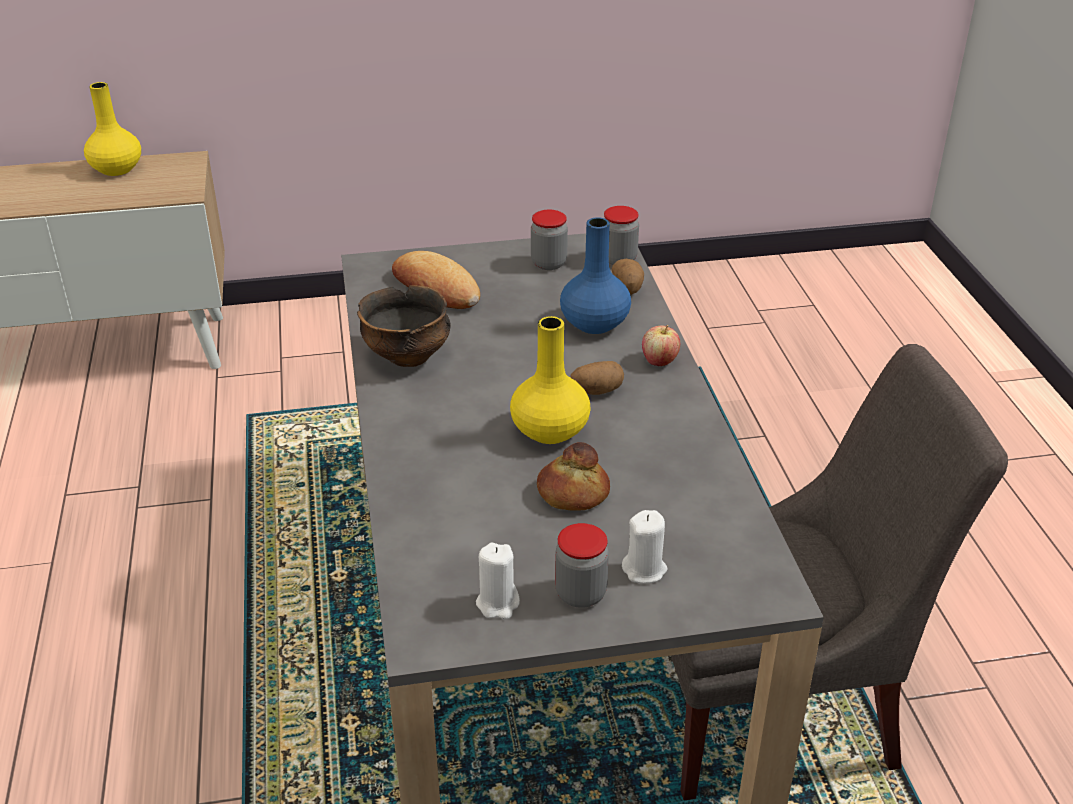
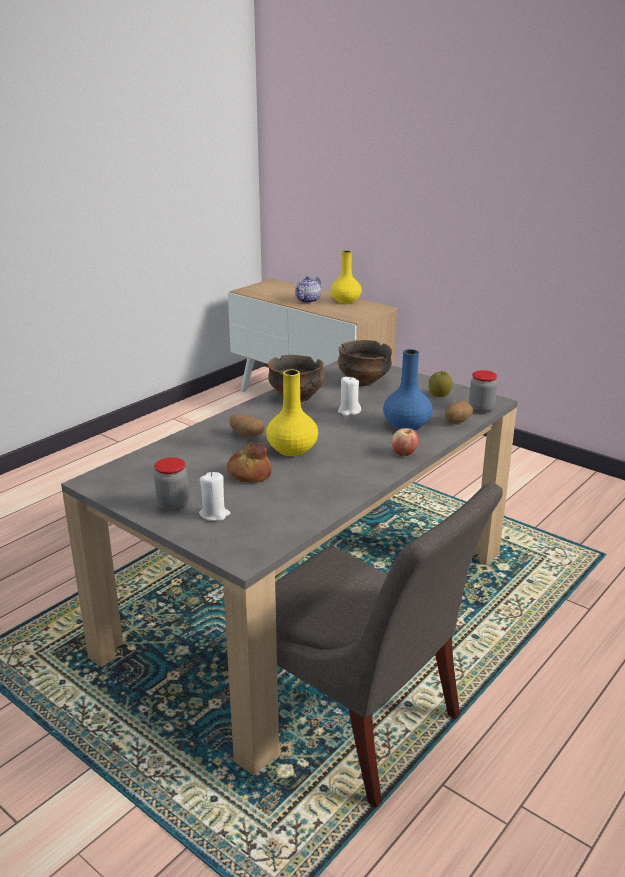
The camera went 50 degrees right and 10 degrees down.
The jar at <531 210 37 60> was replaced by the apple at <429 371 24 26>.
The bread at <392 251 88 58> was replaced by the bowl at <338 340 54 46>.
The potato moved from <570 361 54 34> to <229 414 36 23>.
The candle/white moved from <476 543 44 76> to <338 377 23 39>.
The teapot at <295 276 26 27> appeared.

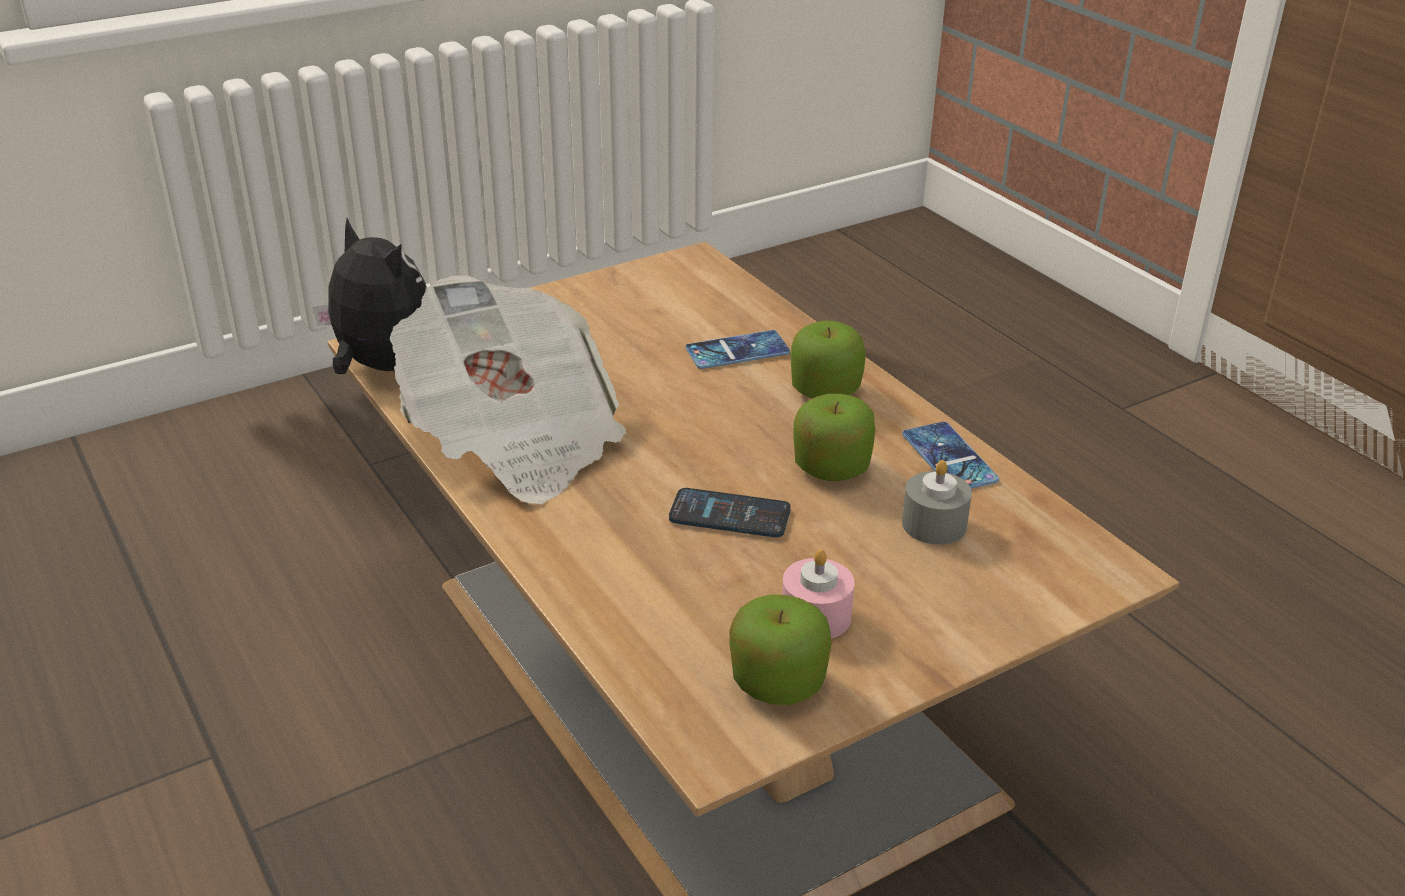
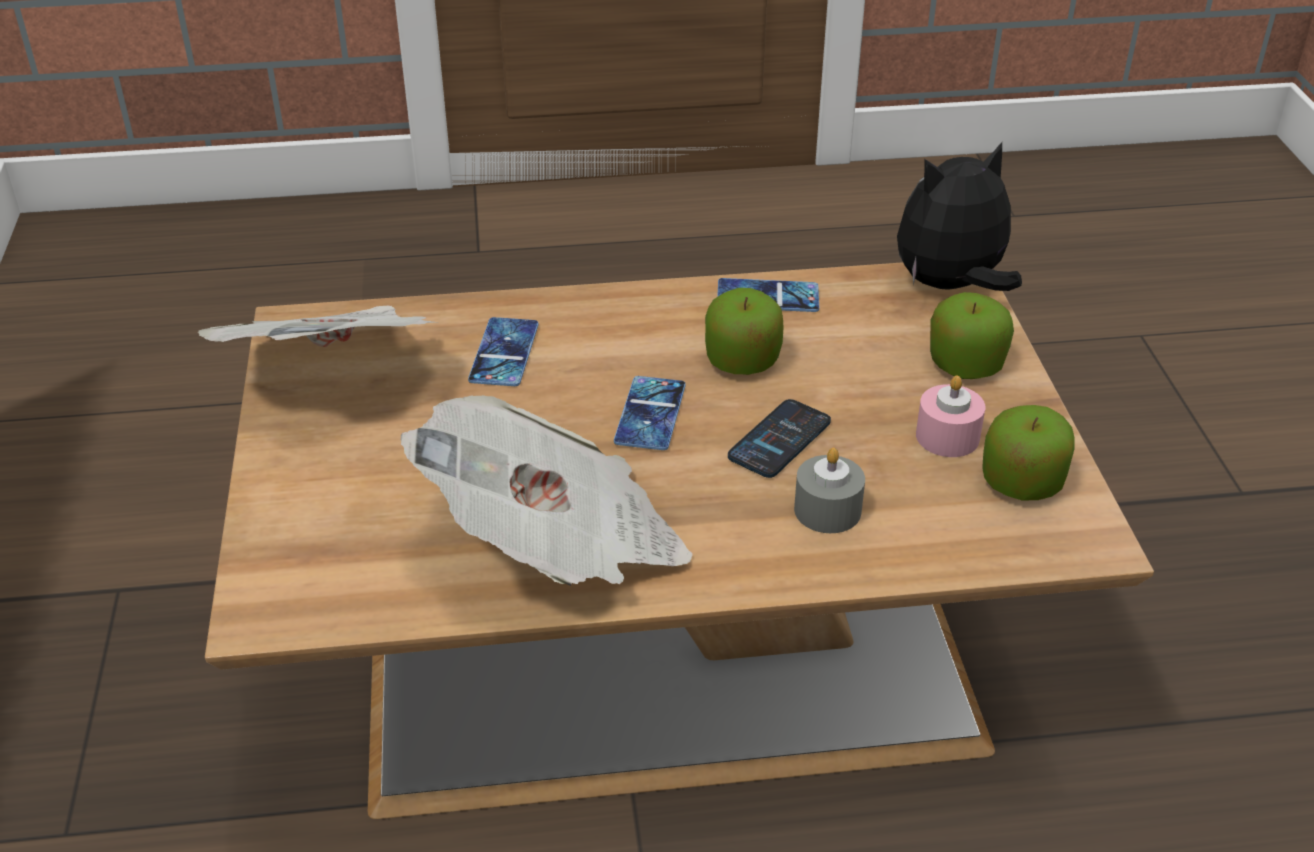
The camera went 65 degrees left and 5 degrees up.
The plush toy moved from <313 218 115 156> to <897 142 125 149>.
The apple moved from <791 321 75 78> to <930 292 84 87>.
The candle/grey moved from <902 460 70 85> to <794 448 71 85>.
The newspaper at <198 305 241 42> appeared.
The phone at <614 376 72 74> appeared.

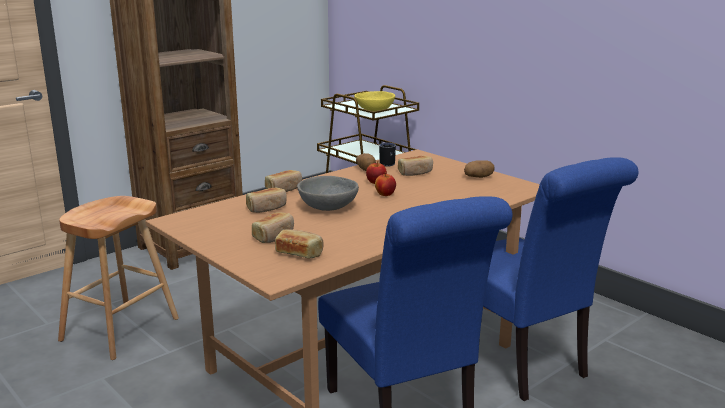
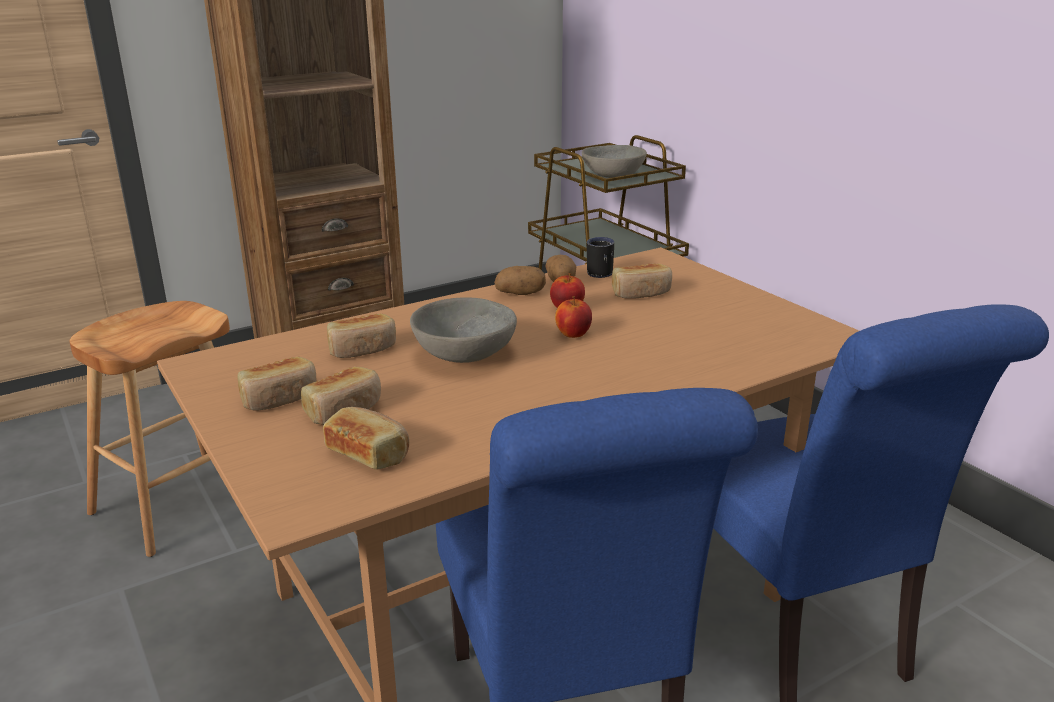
The camera went 10 degrees right and 5 degrees up.
The bowl/yellow at <354 91 41 20> became the bowl/grey at <582 145 65 33>.
The potato moved from <464 160 30 18> to <494 266 52 29>.
The bread moved from <265 170 37 22> to <237 357 80 54>.

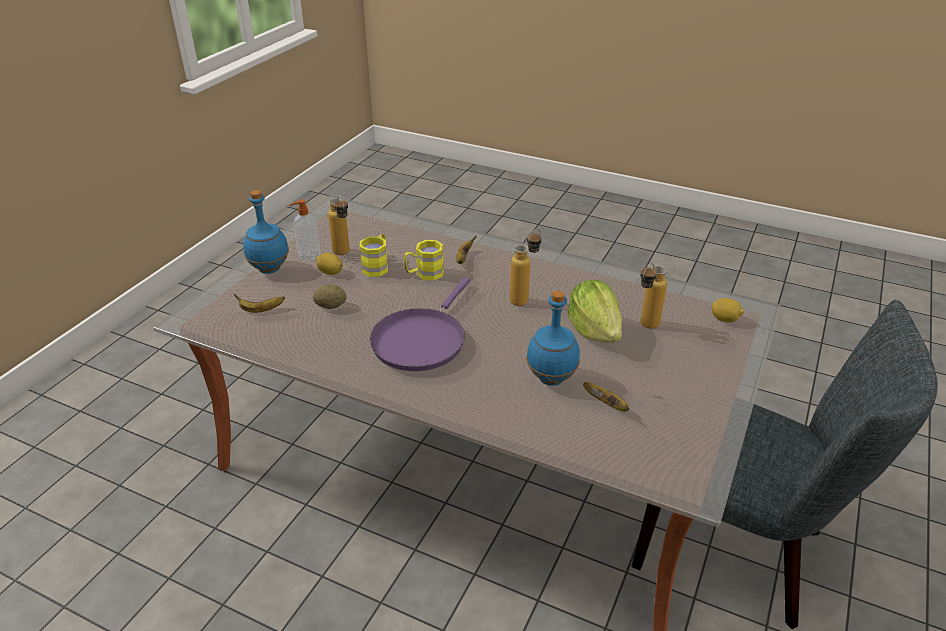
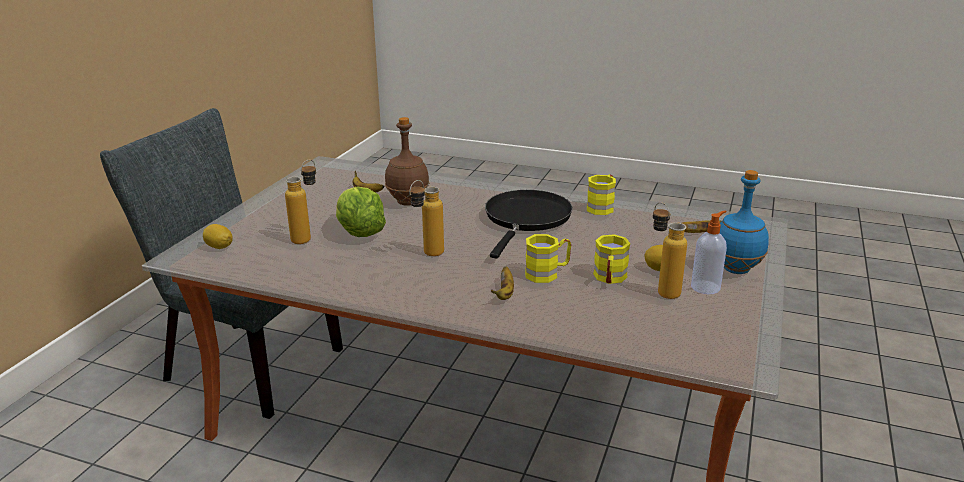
The camera went 175 degrees right and 10 degrees down.
The frying pan/purple at <370 277 100 94> became the frying pan/black at <485 190 88 69>.
The potato at <313 284 34 25> disappeared.
The bottle/blue at <526 290 54 96> became the bottle/brown at <385 117 44 89>.
The mug/yellow at <587 175 29 40> appeared.

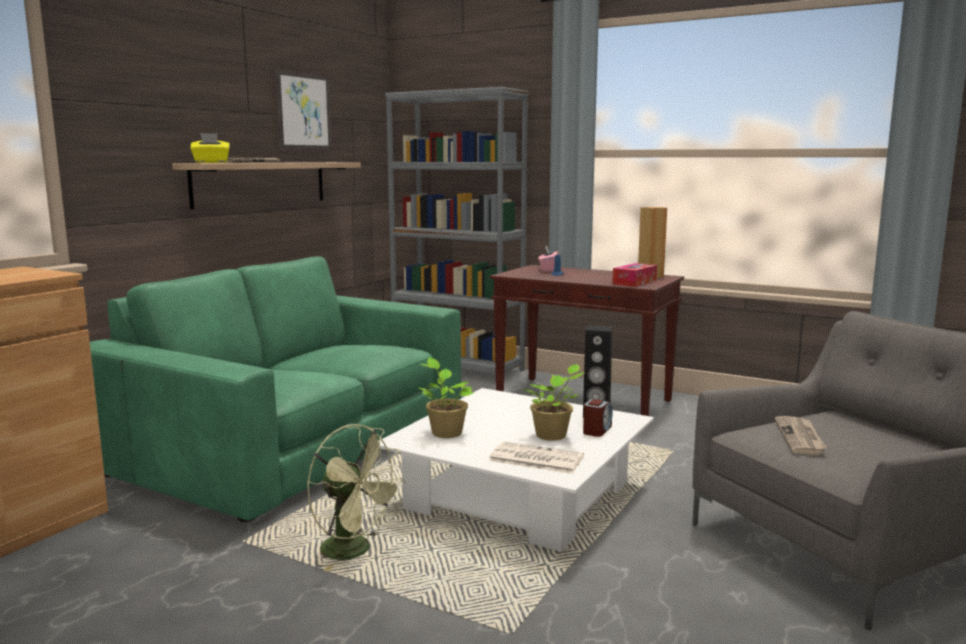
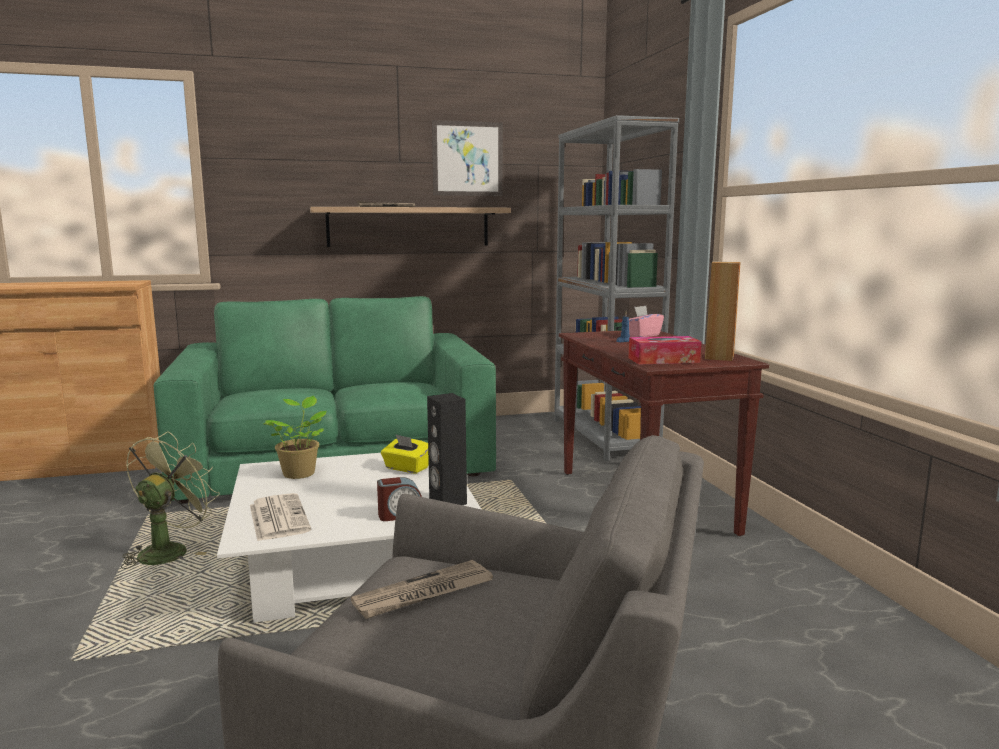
The camera went 45 degrees right and 0 degrees up.
The tissue box/yellow moved from <190 133 40 30> to <381 434 48 40>.
The potted plant at <523 364 61 77> disappeared.
The fan/green at <307 424 99 148> turned 150 degrees counterclockwise.

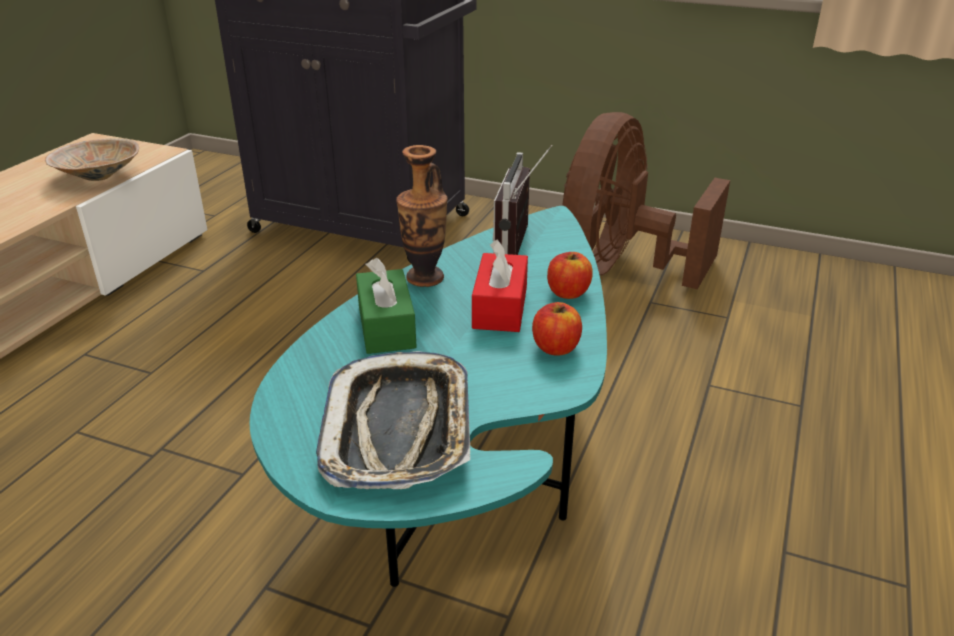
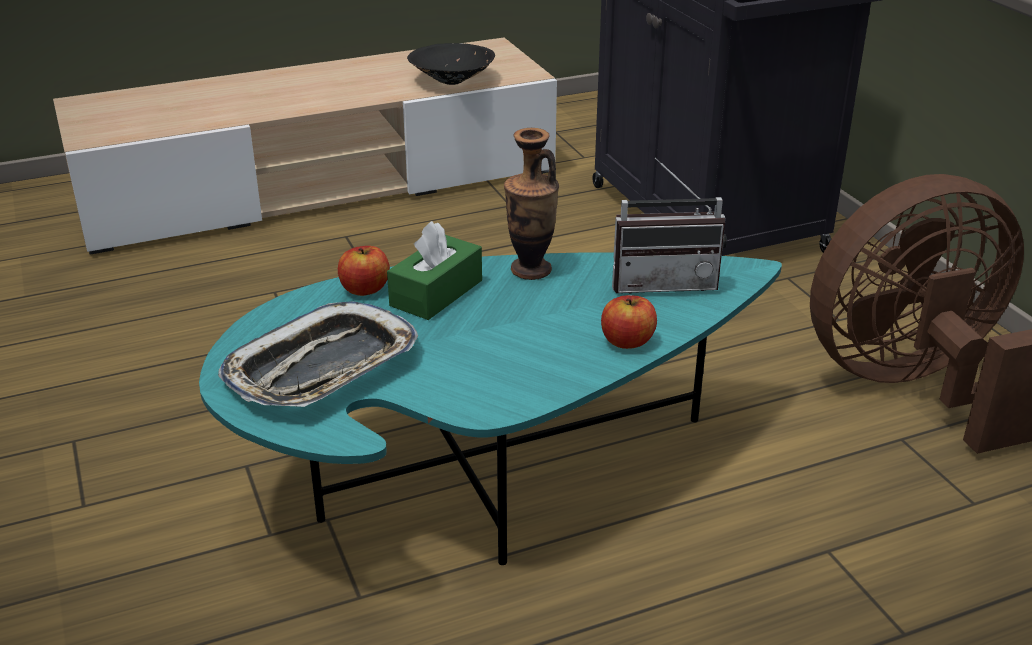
The camera went 45 degrees right and 0 degrees up.
The bowl/beige at <45 138 94 43> became the bowl/black at <407 43 88 42>.
The radio at <493 145 60 110> turned 150 degrees counterclockwise.
The tissue box/red at <472 240 56 92> disappeared.
The apple moved from <532 302 50 54> to <338 246 52 50>.

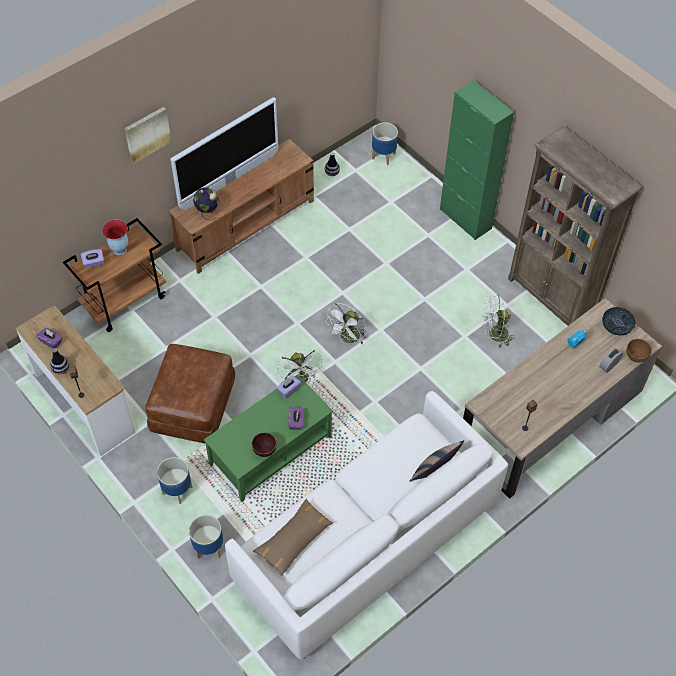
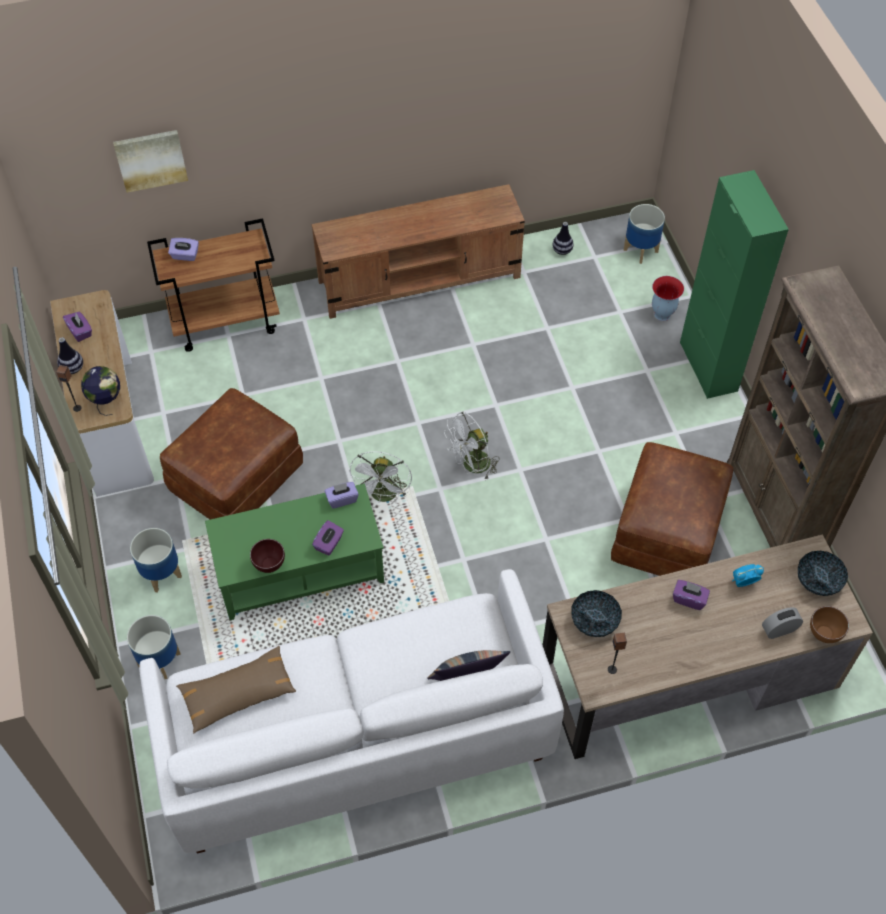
The camera went 25 degrees right and 0 degrees up.
The television at <170 97 108 113> disappeared.
The picture moved from <124 107 48 57> to <113 130 75 63>.
The globe moved from <193 187 26 33> to <81 366 39 50>.
The vase moved from <102 220 26 35> to <652 276 32 45>.
The fan/white at <481 295 33 52> was replaced by the ottoman/brown at <611 442 122 134>.
The tissue box/purple at <673 580 37 30> appeared.
The bowl at <571 590 51 47> appeared.

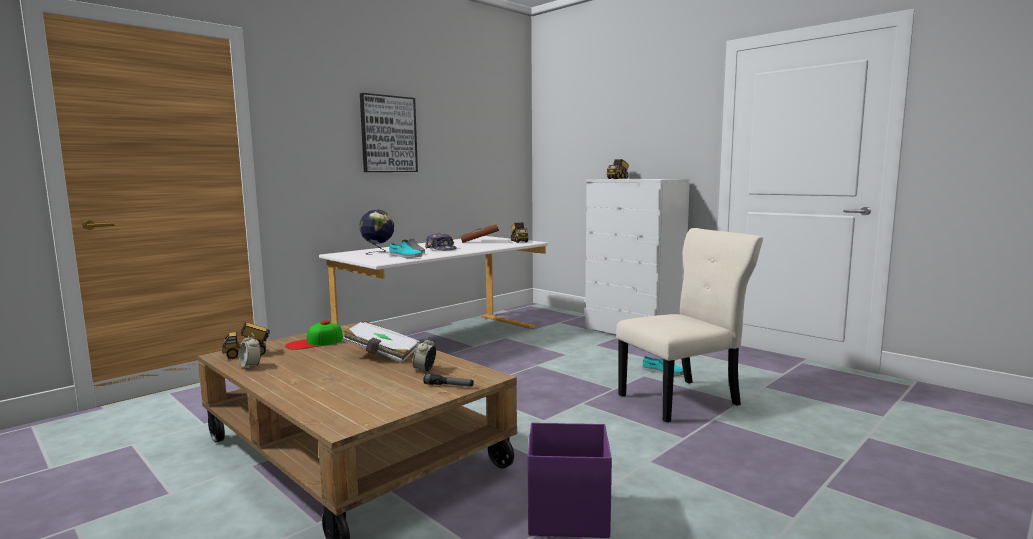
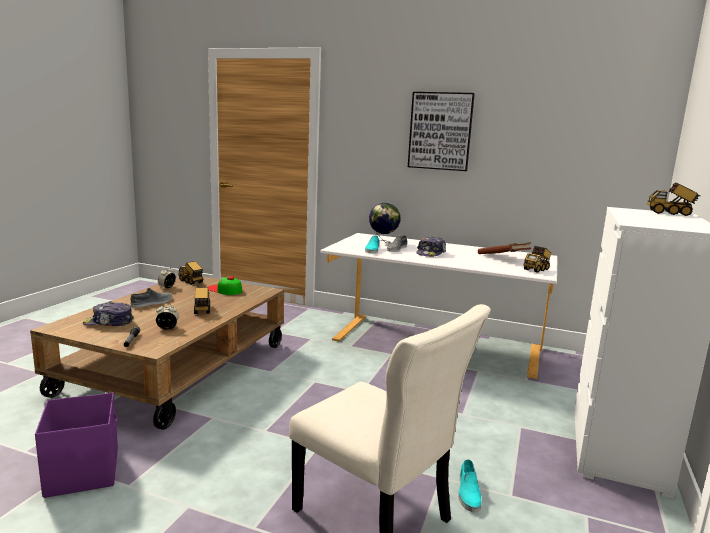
The camera went 65 degrees right and 5 degrees up.
The book/white at <342 321 78 41> was replaced by the toy truck at <194 287 16 27>.
The shoe/grey at <130 288 42 20> appeared.
The cap at <83 301 51 25> appeared.

